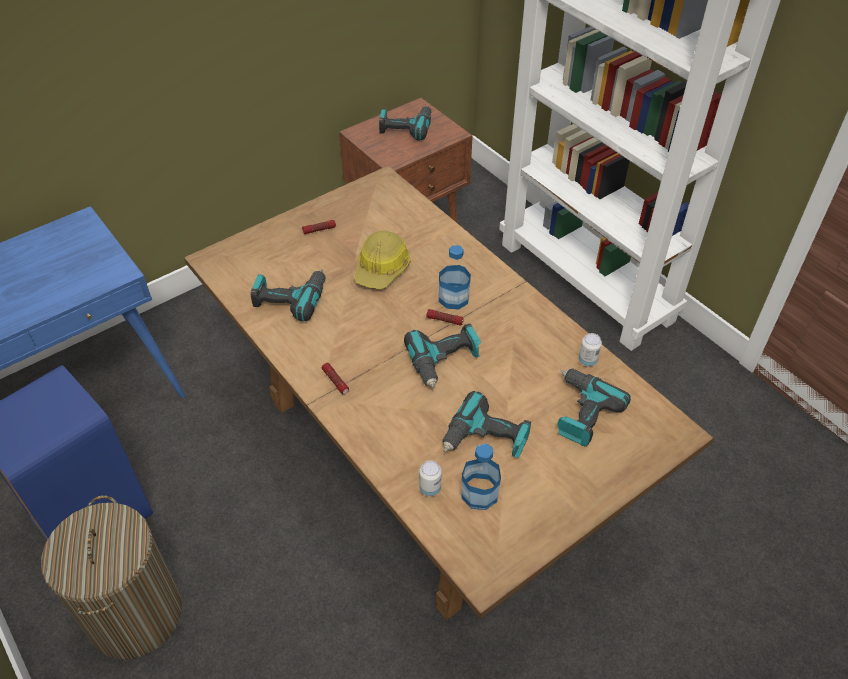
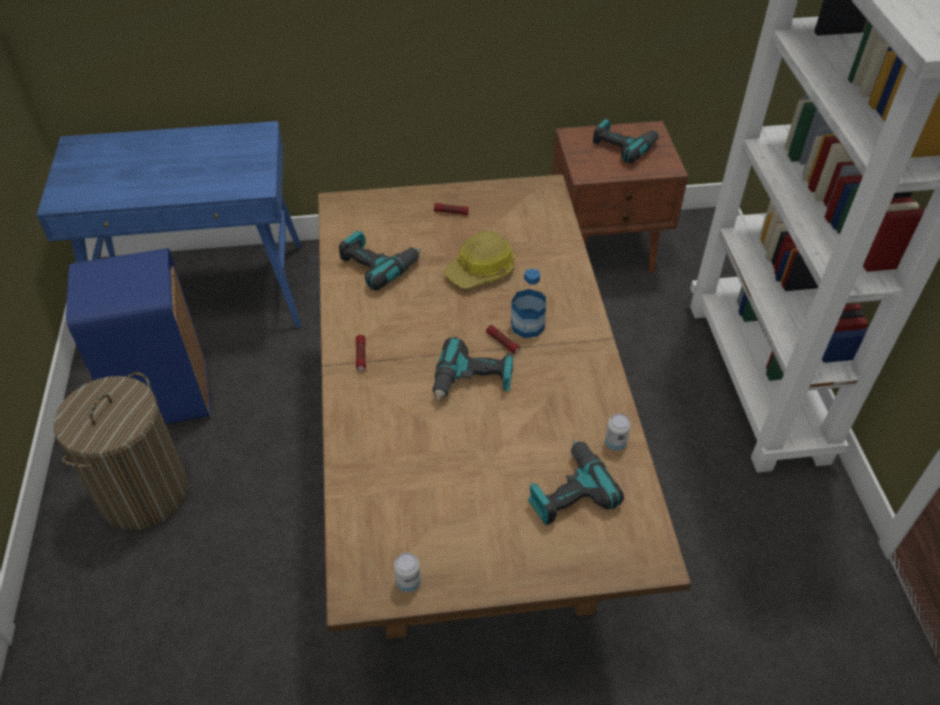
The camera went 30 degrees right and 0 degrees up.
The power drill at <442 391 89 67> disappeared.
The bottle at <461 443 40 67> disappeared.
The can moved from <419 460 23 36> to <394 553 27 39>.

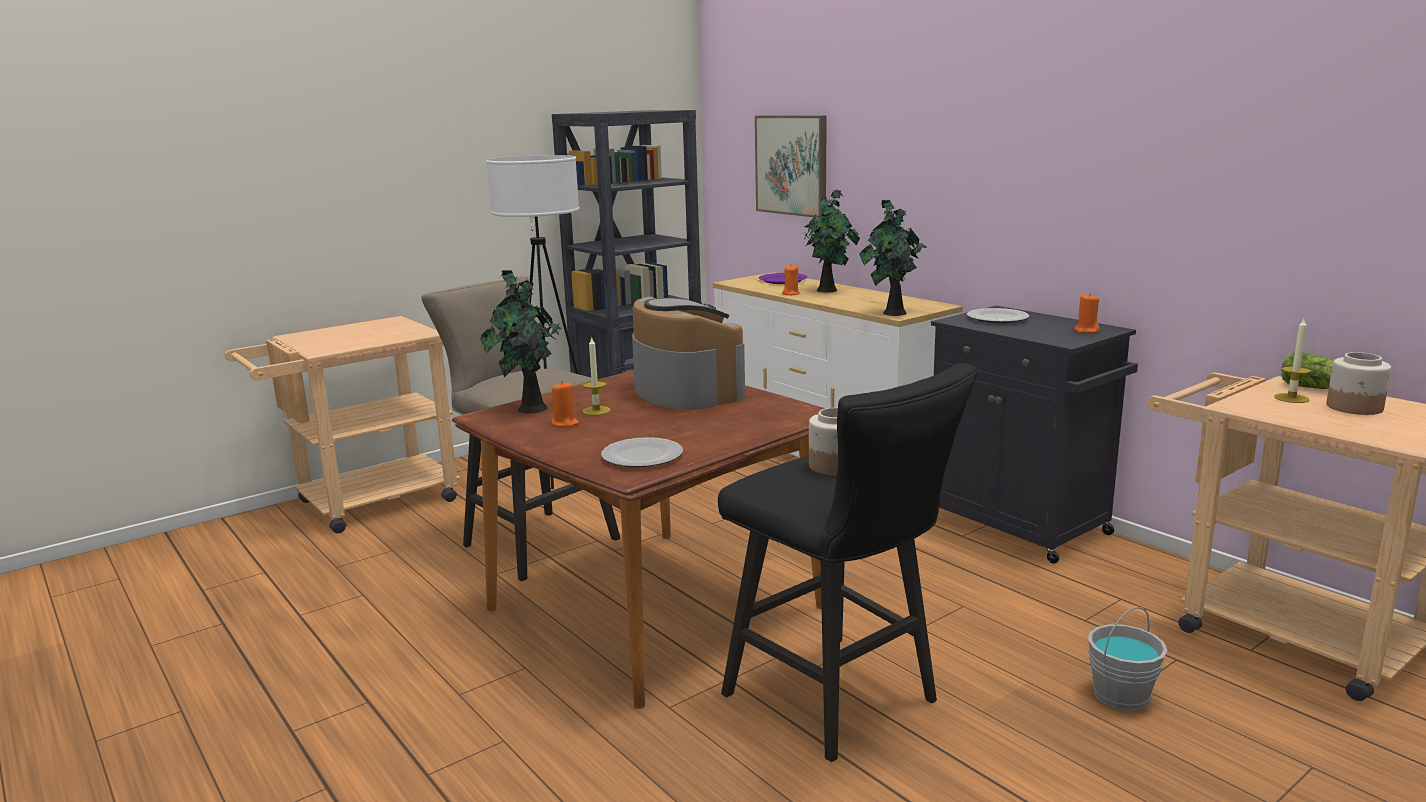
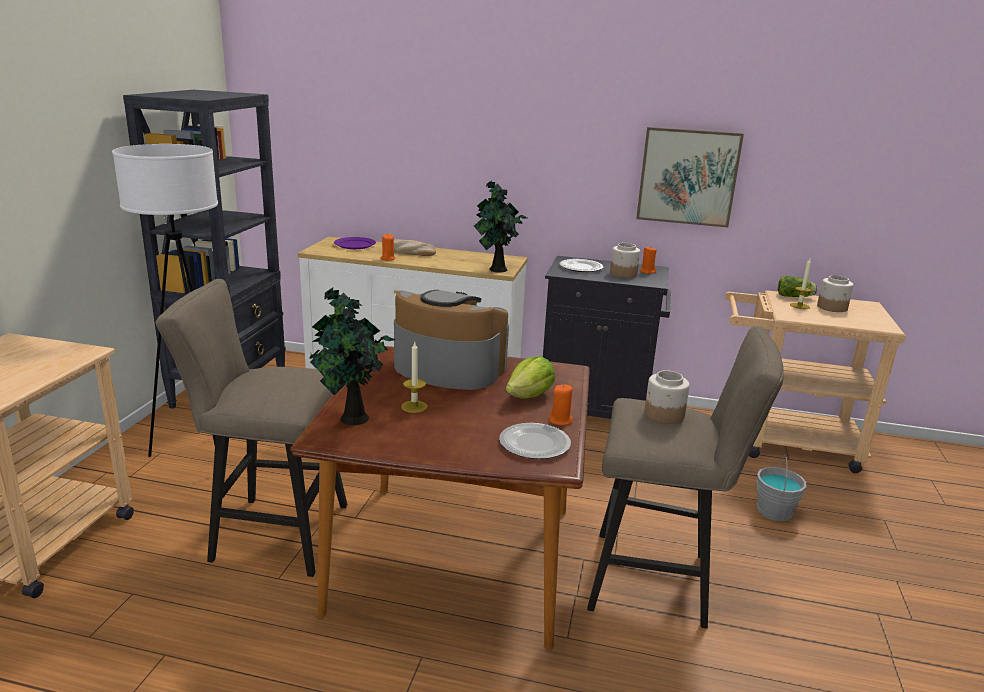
The camera went 40 degrees left and 5 degrees up.
The picture moved from <755 115 72 103> to <636 127 108 100>.
The potted plant at <804 190 56 102> was replaced by the bread at <394 239 42 17>.
The stool/black at <718 363 259 399> became the stool/beige at <587 326 197 303>.
The candle/orange moved from <552 381 27 46> to <549 384 24 41>.
The jar at <610 243 30 35> appeared.
The lettuce at <506 356 49 43> appeared.

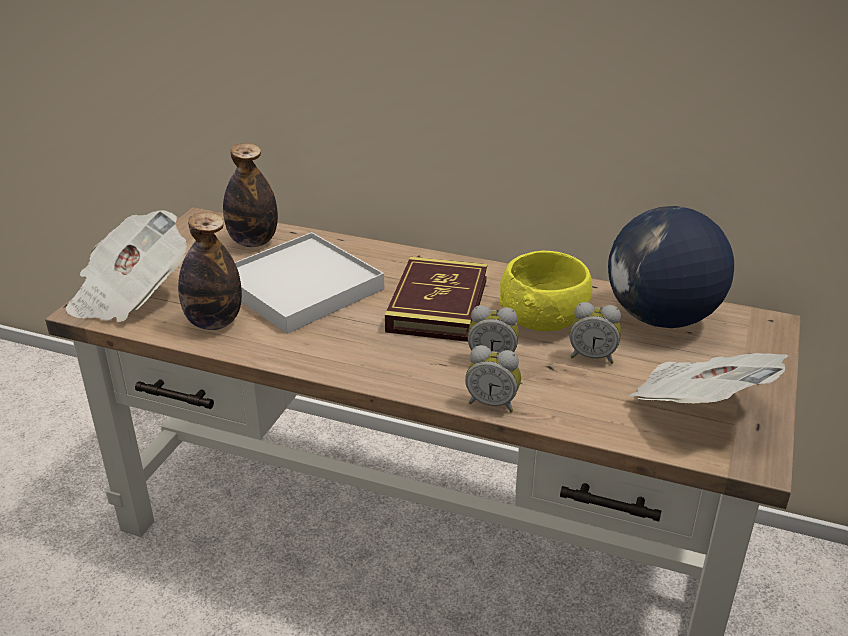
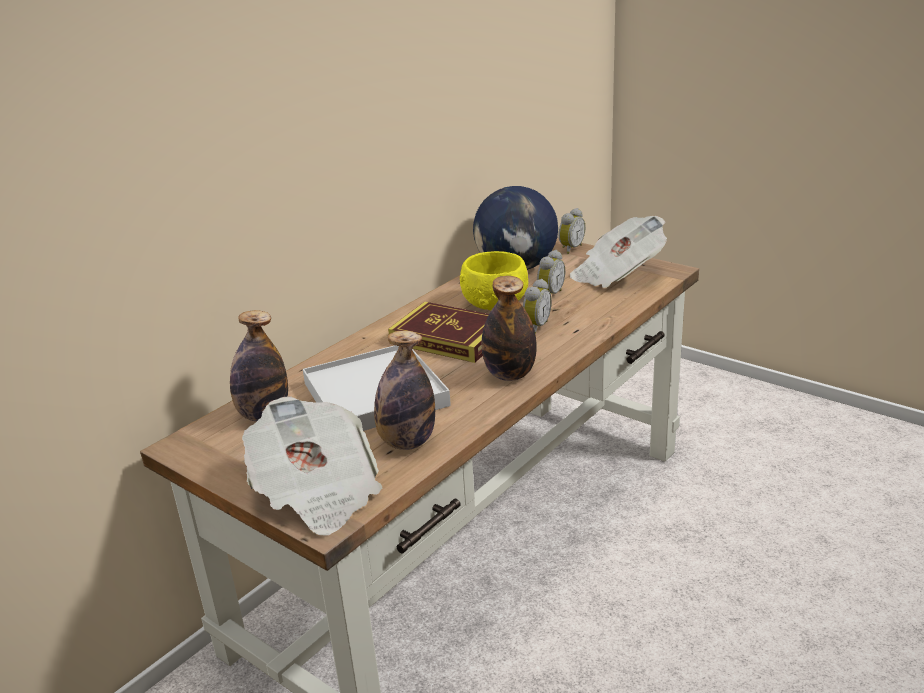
The camera went 70 degrees left and 5 degrees down.
The alarm clock moved from <465 345 56 67> to <558 208 27 46>.
The bottle at <481 276 56 105> appeared.

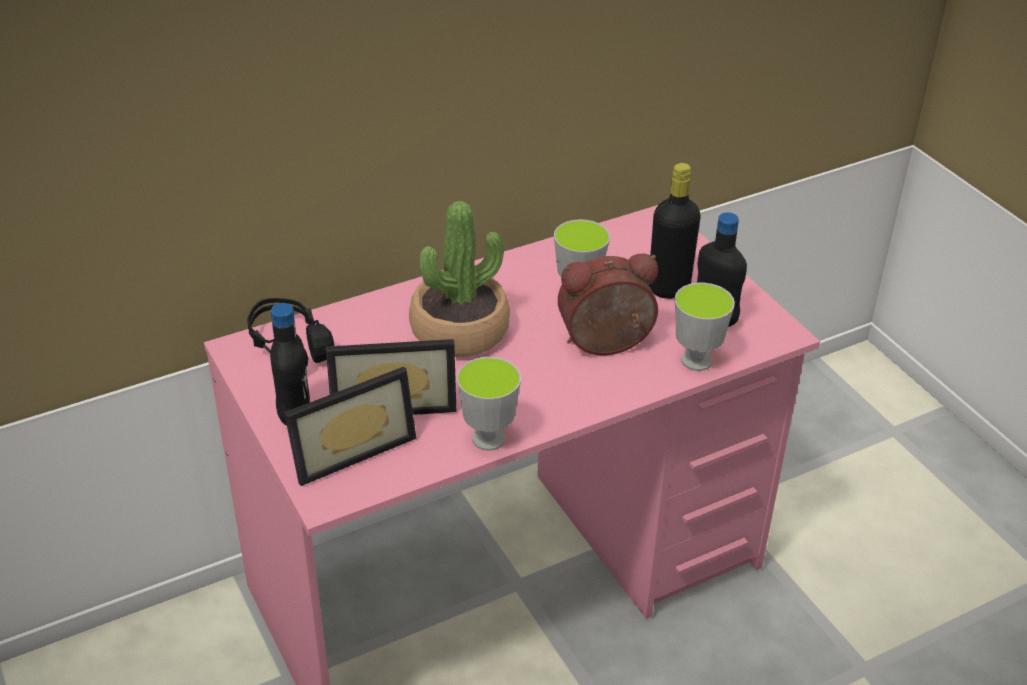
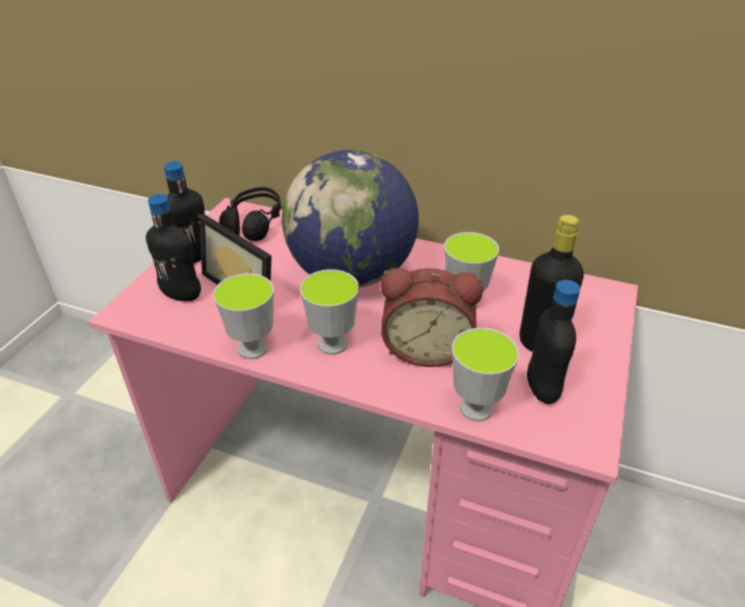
The camera went 50 degrees right and 0 degrees up.
The potted plant at <409 201 101 156> was replaced by the globe at <282 150 137 138>.
The alarm clock at <558 254 100 101> turned 150 degrees clockwise.
The picture frame at <284 367 133 119> was replaced by the bottle/black at <146 194 55 107>.
The cup at <300 269 59 86> appeared.

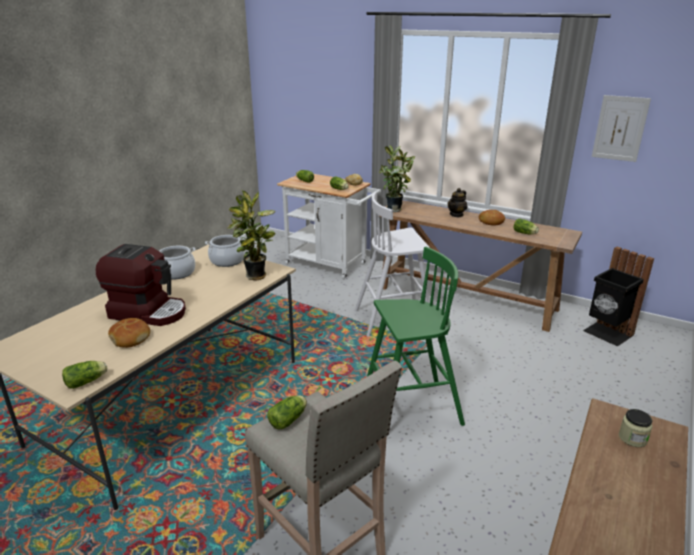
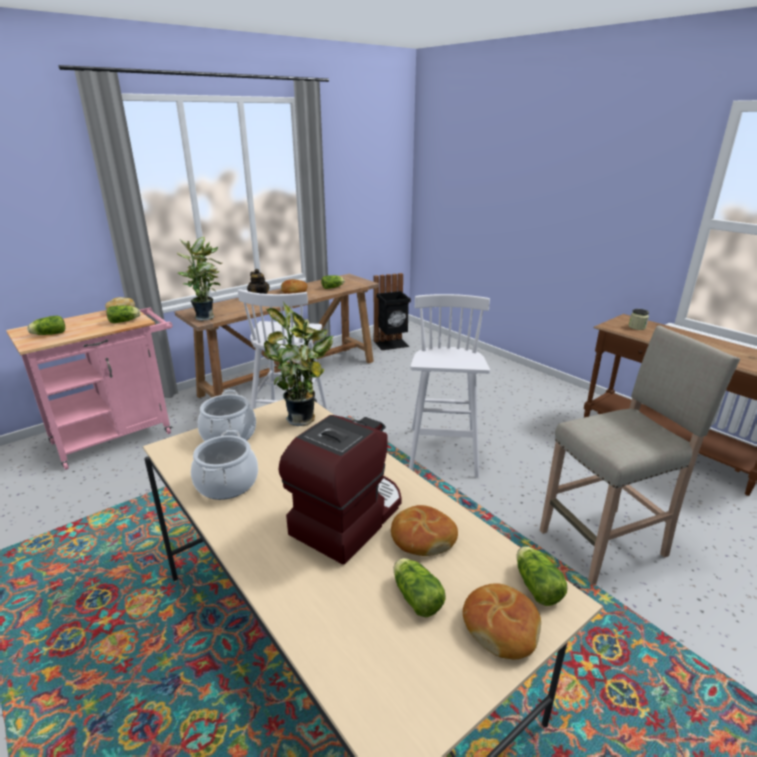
The camera went 70 degrees left and 0 degrees up.
The picture at <592 95 59 67> disappeared.
The cart/white at <277 174 104 106> became the cart/pink at <6 308 167 162>.
The stool/green at <367 247 98 179> became the stool/white at <409 294 81 184>.
The lettuce moved from <267 395 40 34> to <393 558 53 59>.
The bread at <463 583 78 76> appeared.

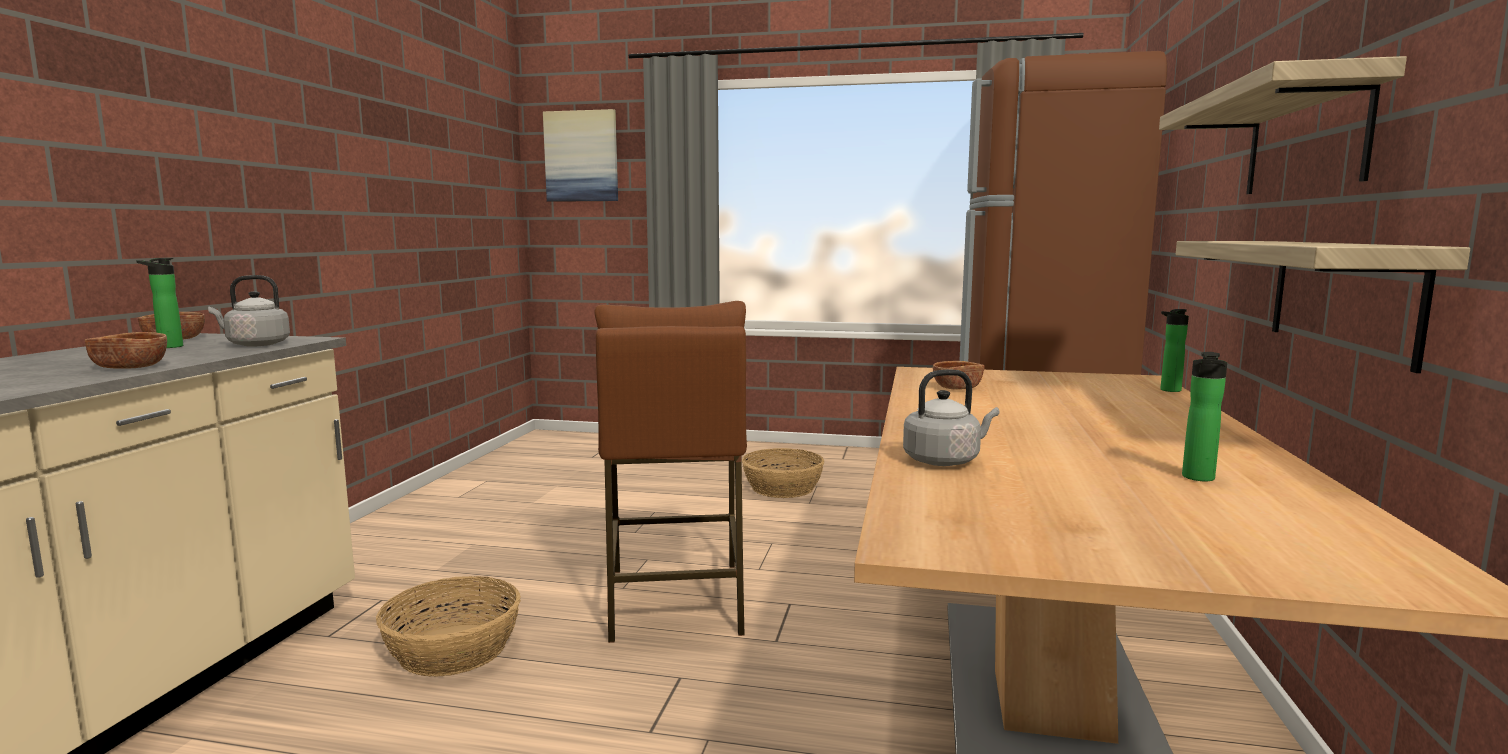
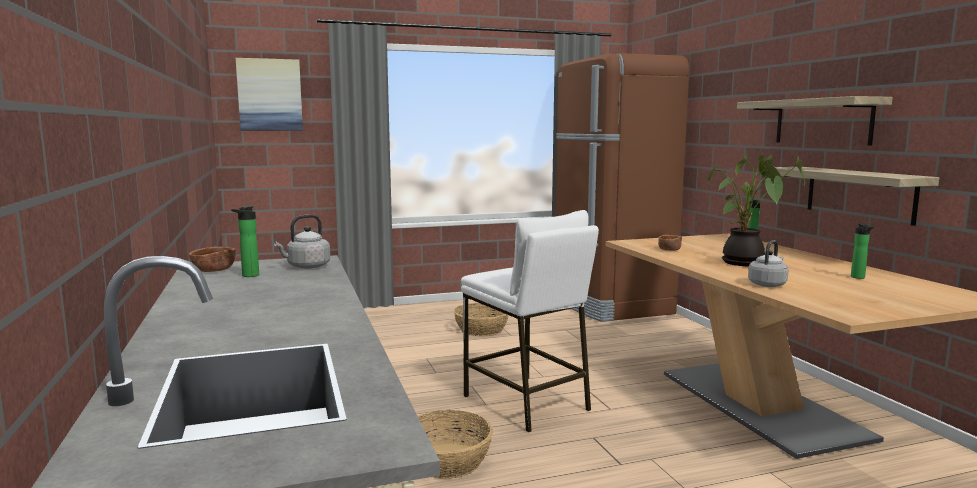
The camera went 30 degrees left and 0 degrees up.
The stool/brown at <594 301 153 342> became the stool/white at <461 210 138 223>.
The bowl/brown at <85 332 82 37> disappeared.
The potted plant at <707 154 99 112> appeared.

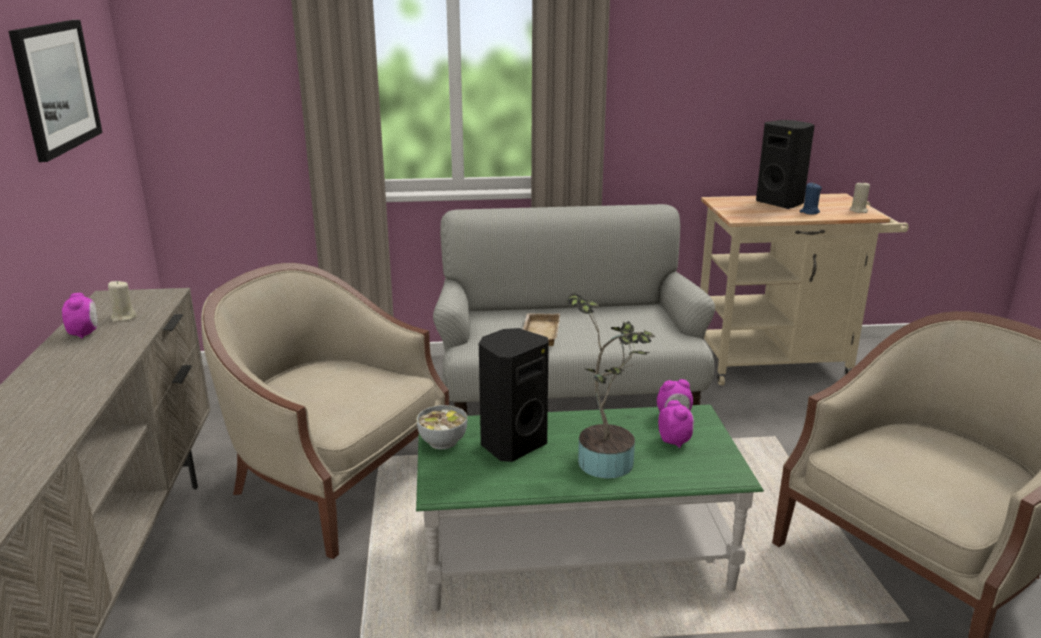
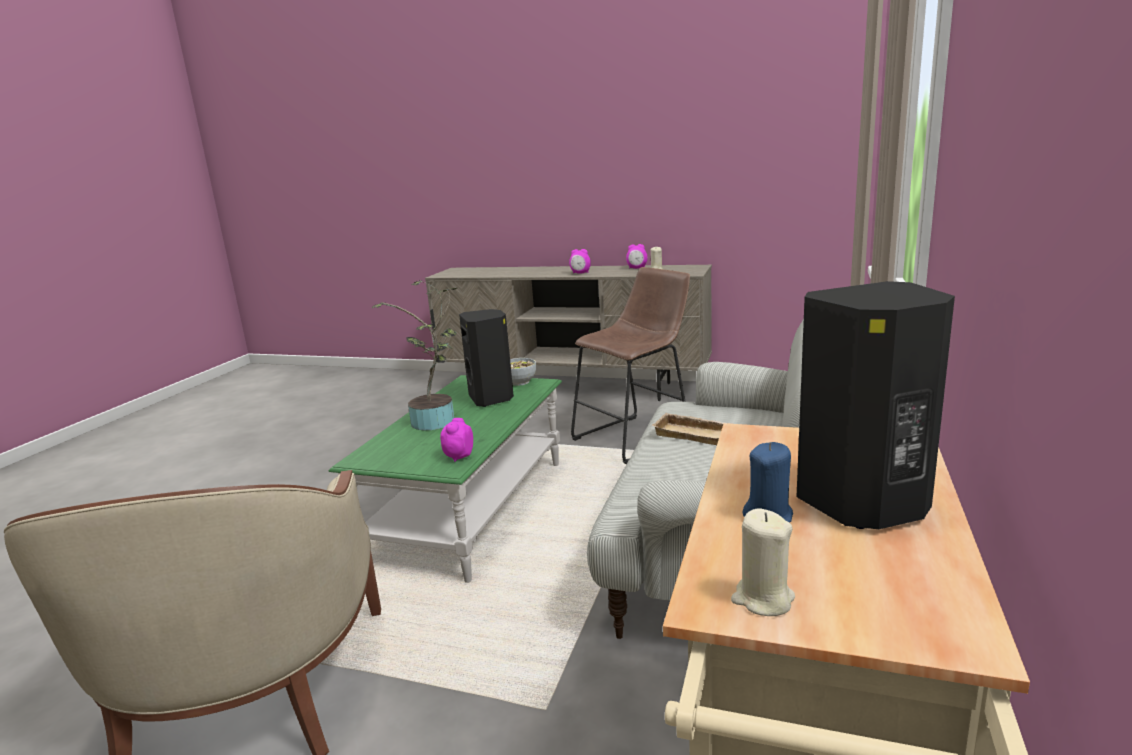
The camera went 115 degrees right and 5 degrees down.
The picture at <9 20 93 142> disappeared.
The armchair/beige at <201 263 248 296> was replaced by the stool/brown at <571 267 119 197>.
The alarm clock moved from <658 400 36 48> to <569 249 22 25>.

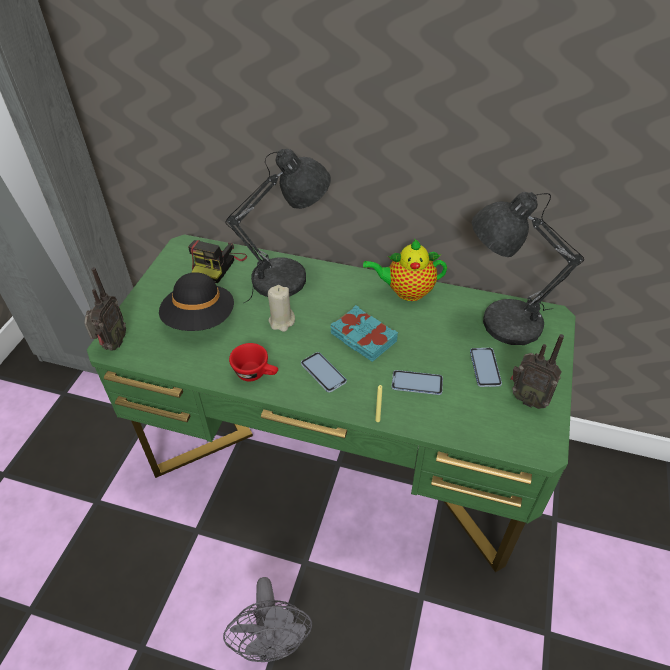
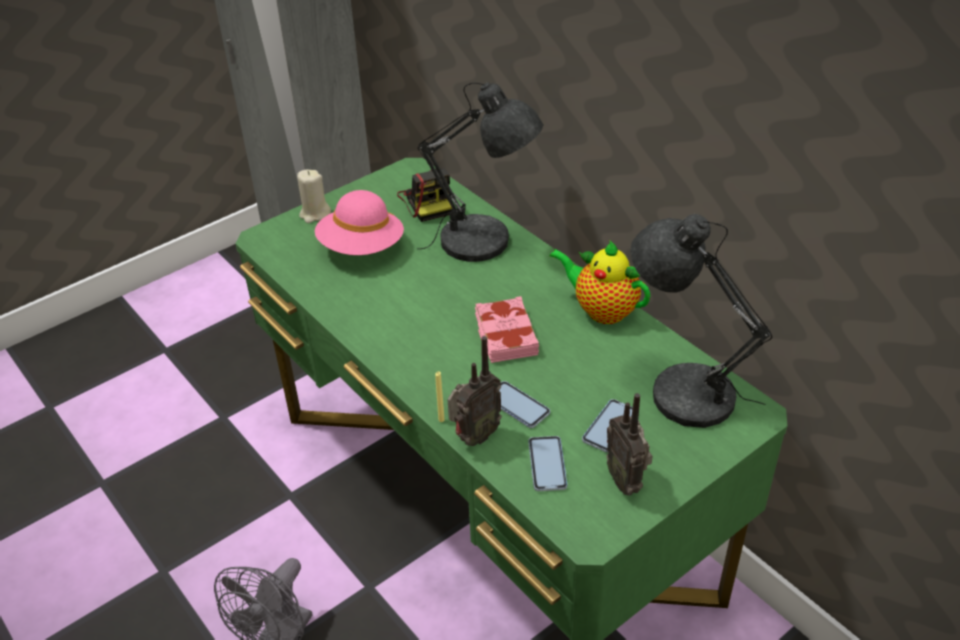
The camera went 35 degrees right and 5 degrees down.
The photo camera at <188 240 59 43> turned 75 degrees counterclockwise.
The radio moved from <84 267 42 84> to <448 336 54 110>.
The hat/black at <159 272 75 59> became the hat/pink at <315 190 89 65>.
The candle/beige moved from <268 285 27 47> to <297 170 34 53>.
The book/turquoise at <330 305 68 57> became the book/pink at <475 296 64 67>.
The cup/red at <229 343 49 38> disappeared.
The phone moved from <301 352 46 41> to <528 436 39 55>.

